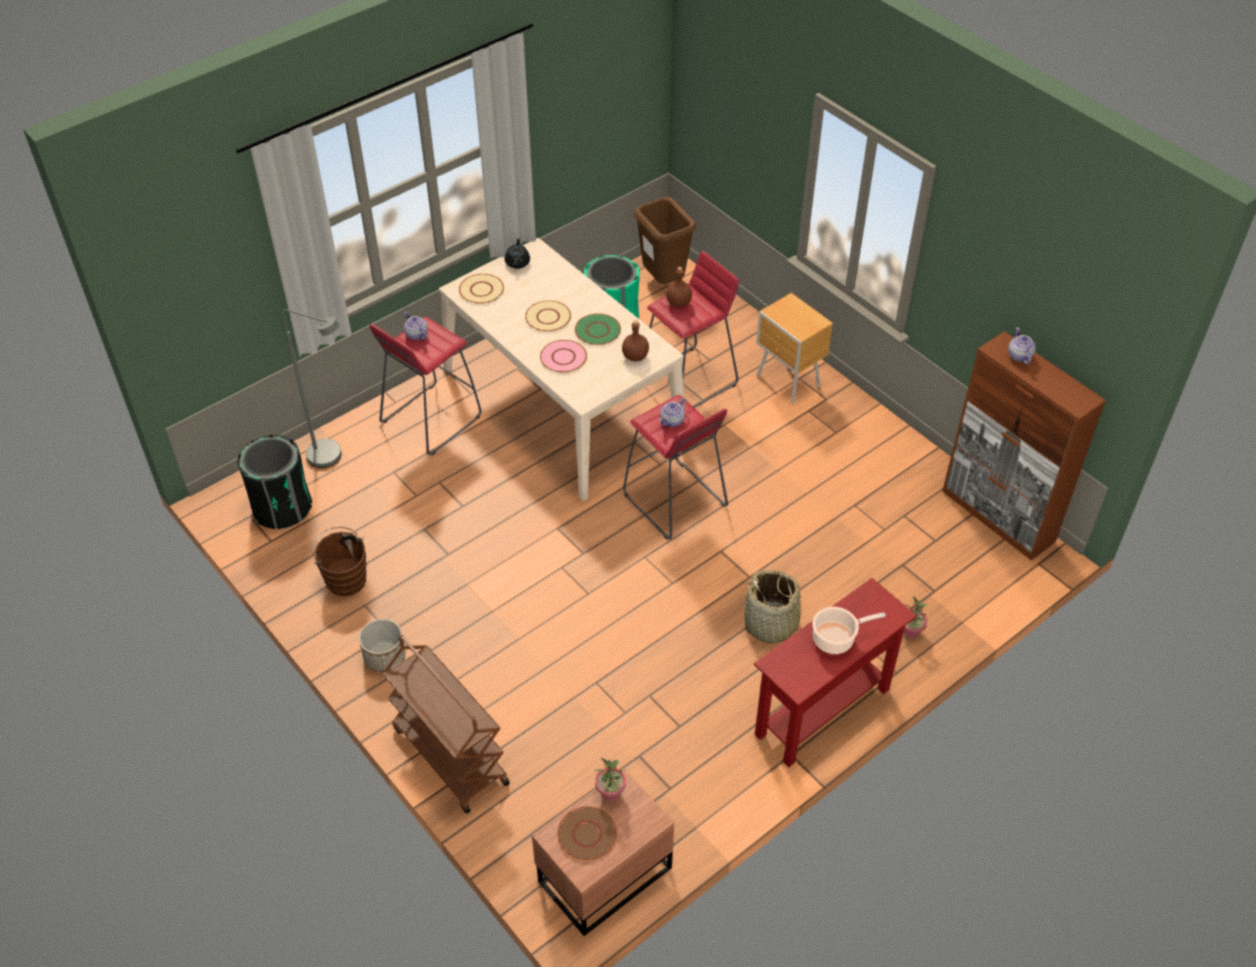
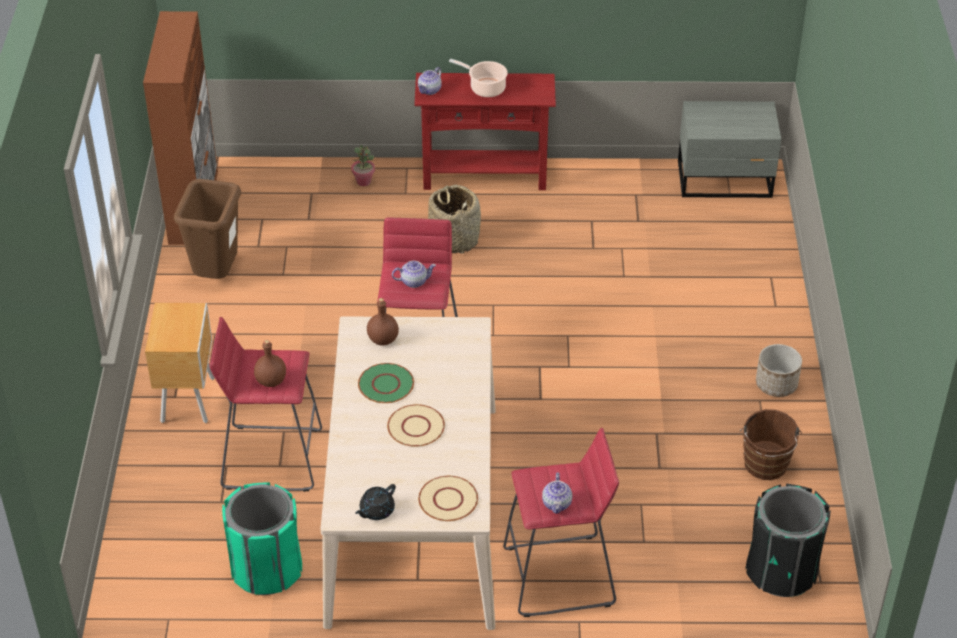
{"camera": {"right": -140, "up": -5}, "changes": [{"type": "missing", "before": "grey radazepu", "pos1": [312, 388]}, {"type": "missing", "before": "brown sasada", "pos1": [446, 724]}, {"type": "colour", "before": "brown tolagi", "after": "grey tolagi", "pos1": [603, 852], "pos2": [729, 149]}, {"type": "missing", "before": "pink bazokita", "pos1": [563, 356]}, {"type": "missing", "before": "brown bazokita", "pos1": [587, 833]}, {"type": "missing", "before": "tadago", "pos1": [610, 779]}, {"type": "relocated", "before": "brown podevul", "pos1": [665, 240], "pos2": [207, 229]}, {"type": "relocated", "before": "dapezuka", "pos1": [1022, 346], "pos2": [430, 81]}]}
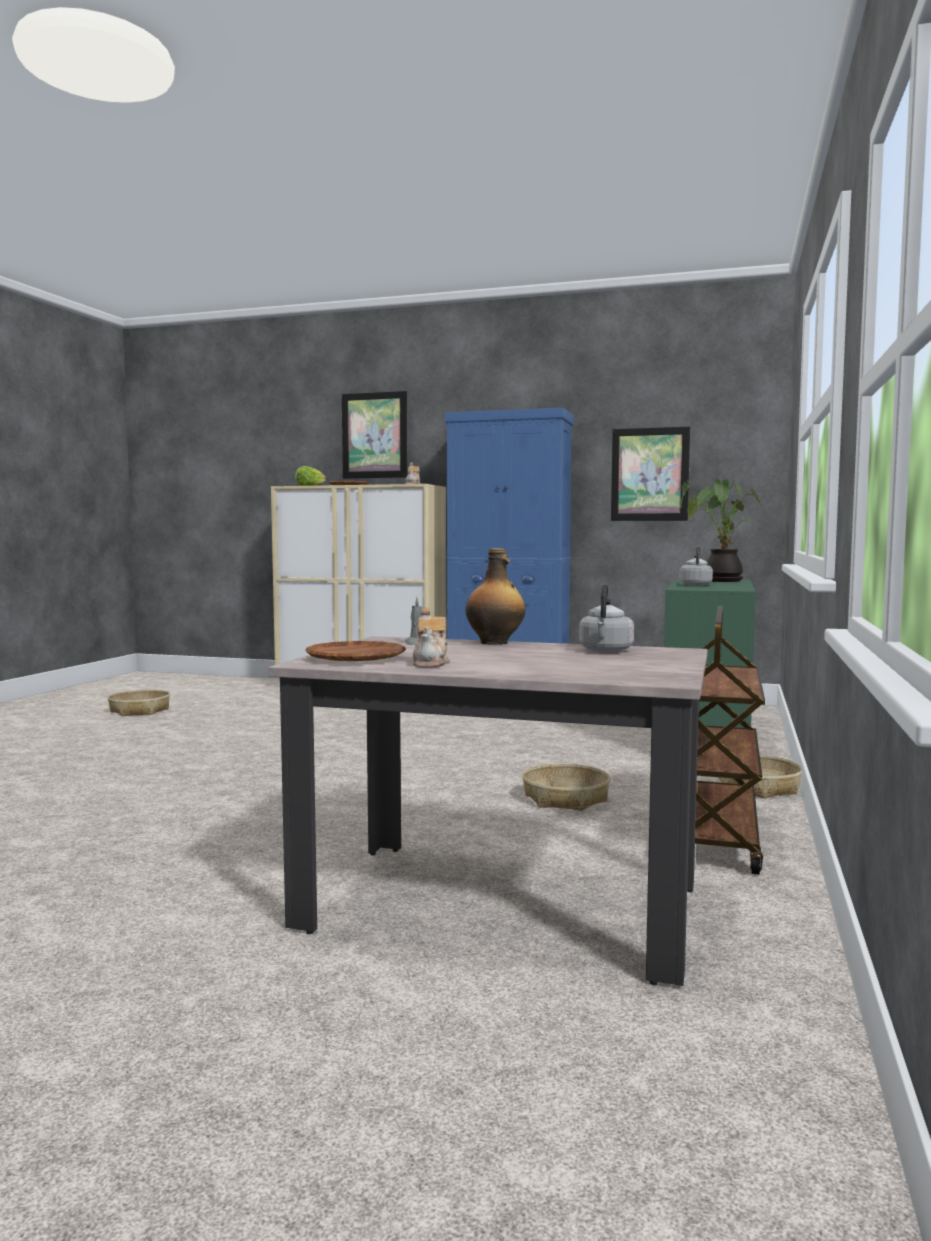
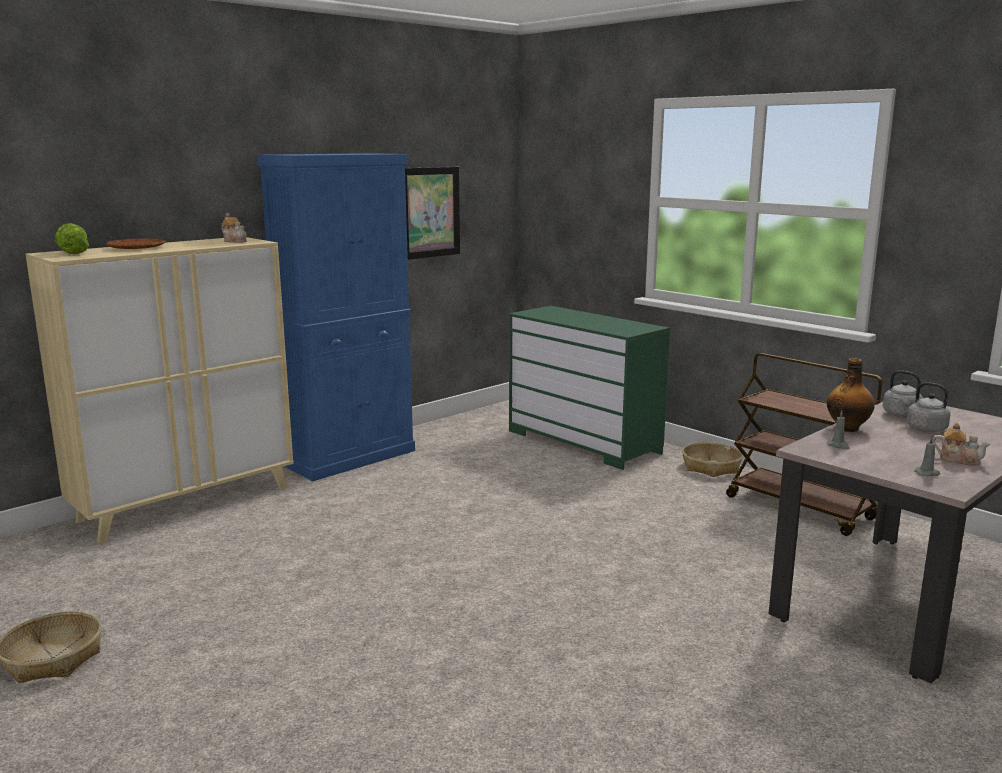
{"camera": {"right": -60, "up": 10}, "changes": [{"type": "exchanged", "before": "brown bazokita", "after": "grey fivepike", "pos1": [355, 651], "pos2": [927, 455]}, {"type": "missing", "before": "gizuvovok", "pos1": [375, 435]}, {"type": "missing", "before": "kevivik", "pos1": [566, 787]}, {"type": "missing", "before": "tadago", "pos1": [720, 530]}, {"type": "relocated", "before": "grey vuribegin", "pos1": [696, 566], "pos2": [925, 407]}]}
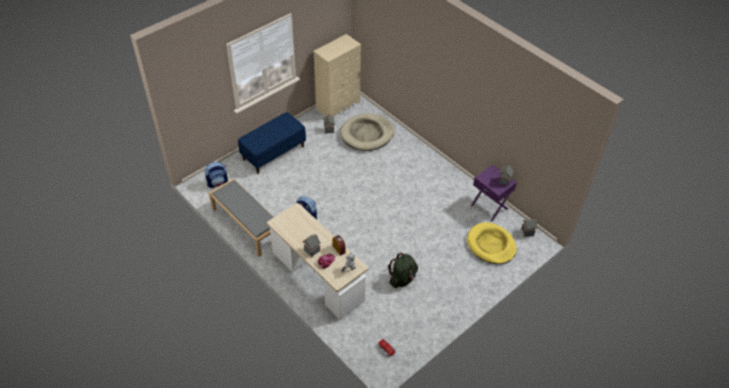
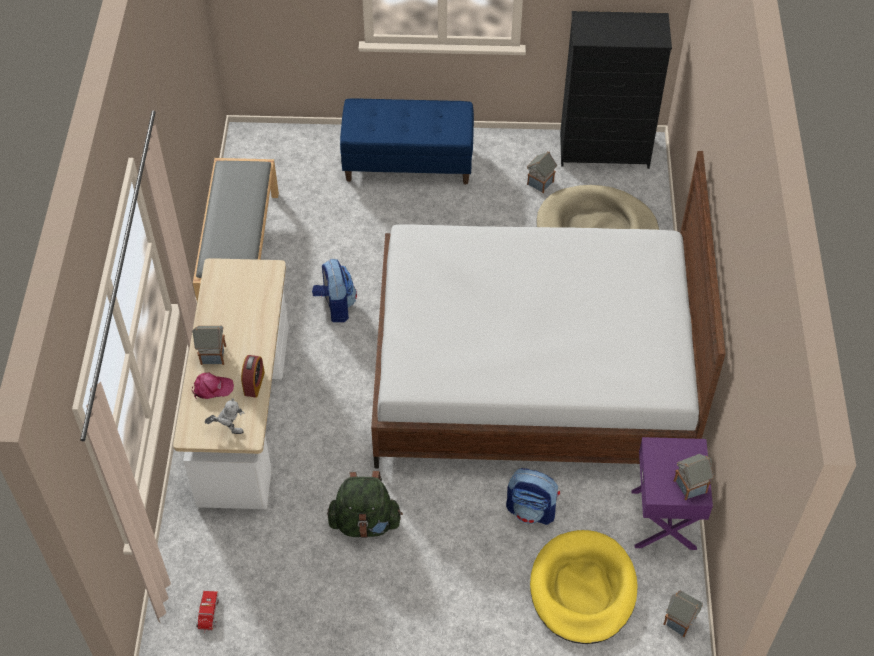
{"camera": {"right": 45, "up": 5}, "changes": [{"type": "relocated", "before": "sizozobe", "pos1": [216, 175], "pos2": [533, 496]}, {"type": "colour", "before": "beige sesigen", "after": "black sesigen", "pos1": [337, 75], "pos2": [616, 90]}, {"type": "appeared", "after": "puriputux", "pos2": [548, 309]}]}
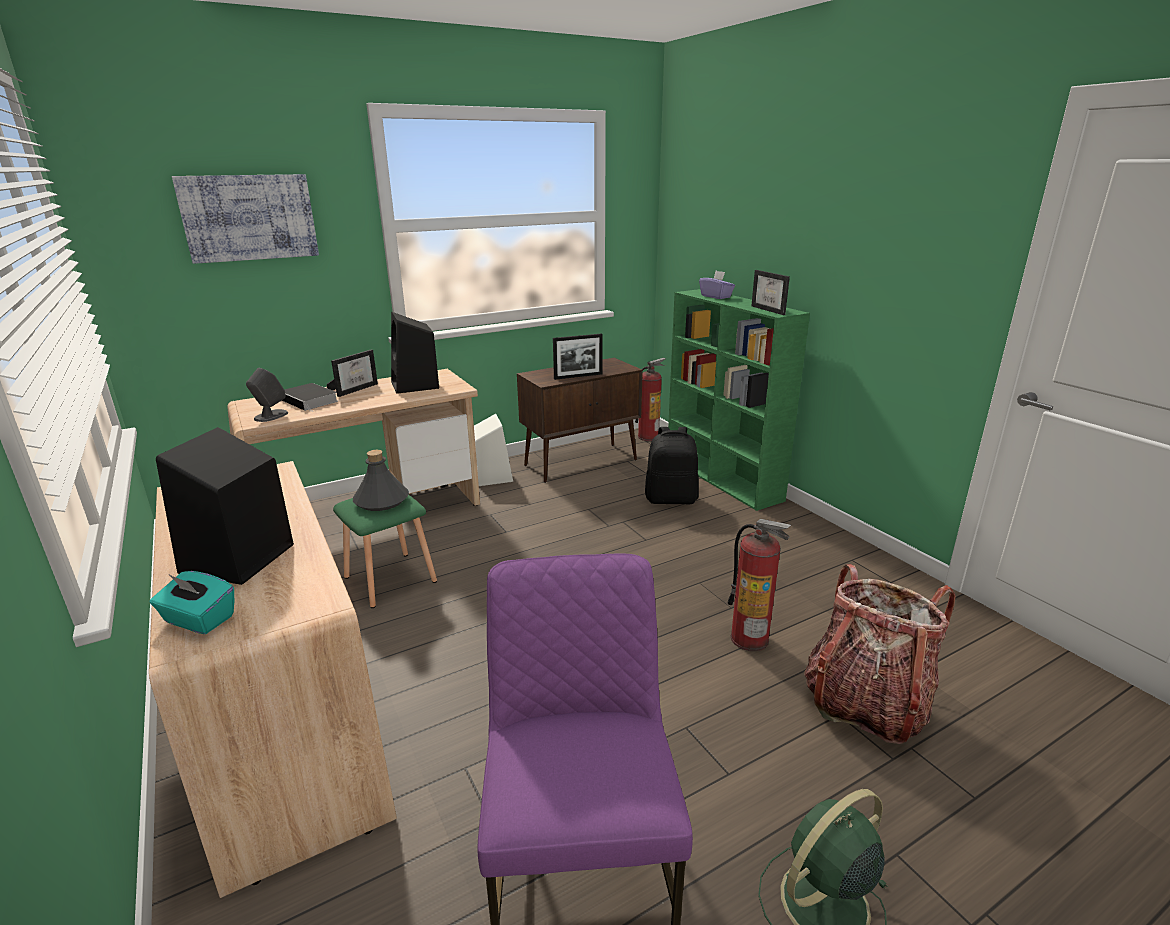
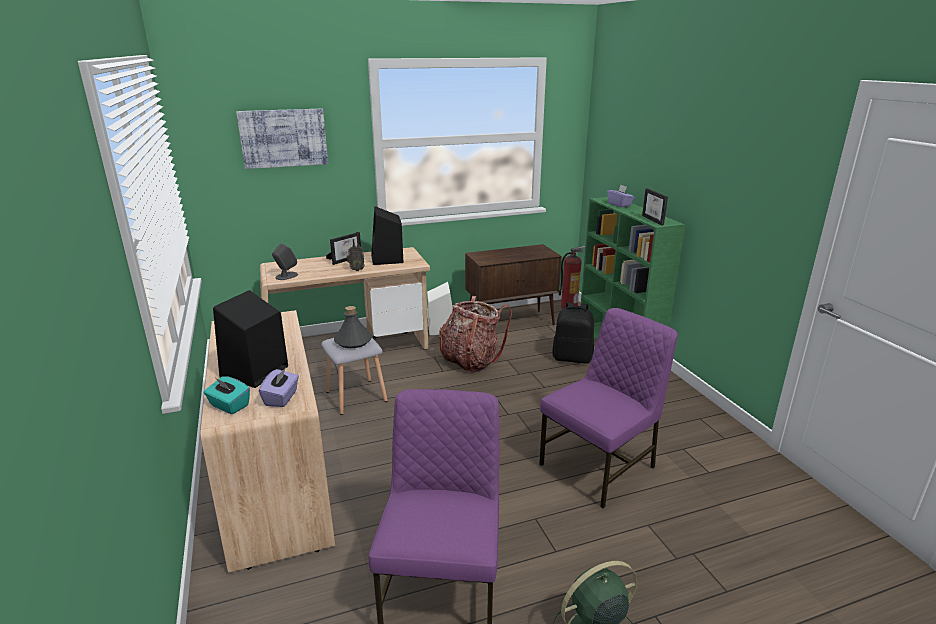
{"camera": {"right": 10, "up": 0}, "changes": [{"type": "missing", "before": "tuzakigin", "pos1": [310, 397]}, {"type": "colour", "before": "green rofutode", "after": "grey rofutode", "pos1": [385, 551], "pos2": [354, 376]}, {"type": "missing", "before": "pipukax", "pos1": [578, 356]}, {"type": "exchanged", "before": "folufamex", "after": "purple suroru", "pos1": [759, 585], "pos2": [608, 408]}, {"type": "relocated", "before": "sizozobe", "pos1": [879, 654], "pos2": [475, 334]}, {"type": "appeared", "after": "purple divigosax", "pos2": [279, 387]}, {"type": "appeared", "after": "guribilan", "pos2": [356, 251]}]}
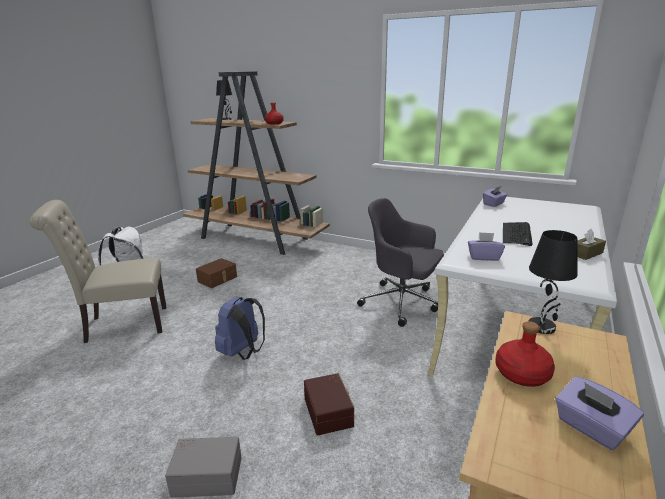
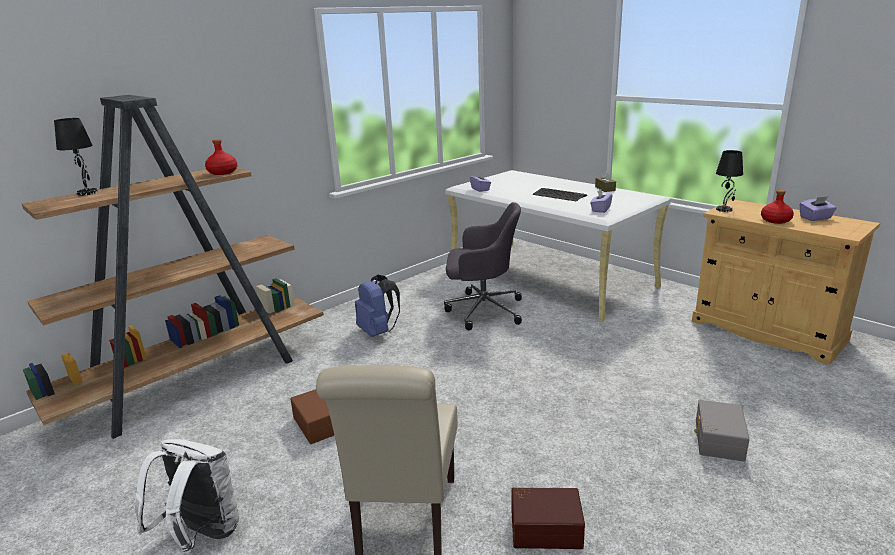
{"camera": {"right": -70, "up": 0}, "changes": [{"type": "relocated", "before": "blue sizozobe", "pos1": [240, 328], "pos2": [377, 306]}, {"type": "relocated", "before": "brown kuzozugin", "pos1": [329, 404], "pos2": [548, 518]}, {"type": "spun", "before": "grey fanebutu", "pos1": [400, 262], "pos2": [483, 266], "turn": -135}]}
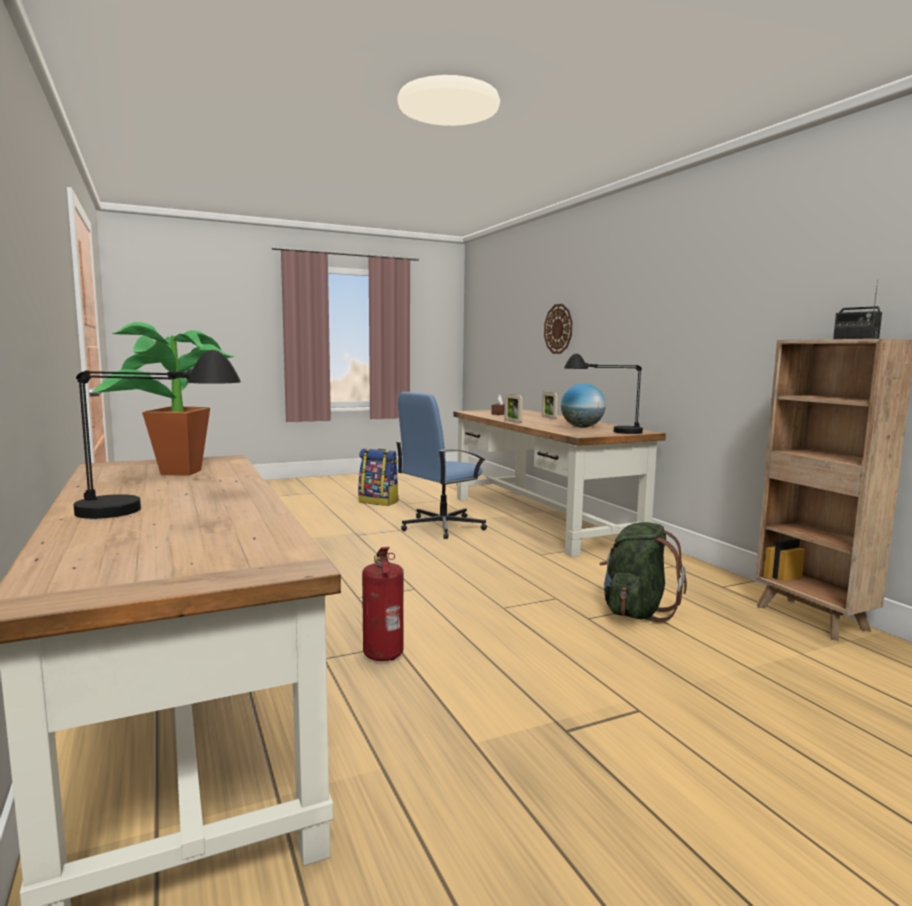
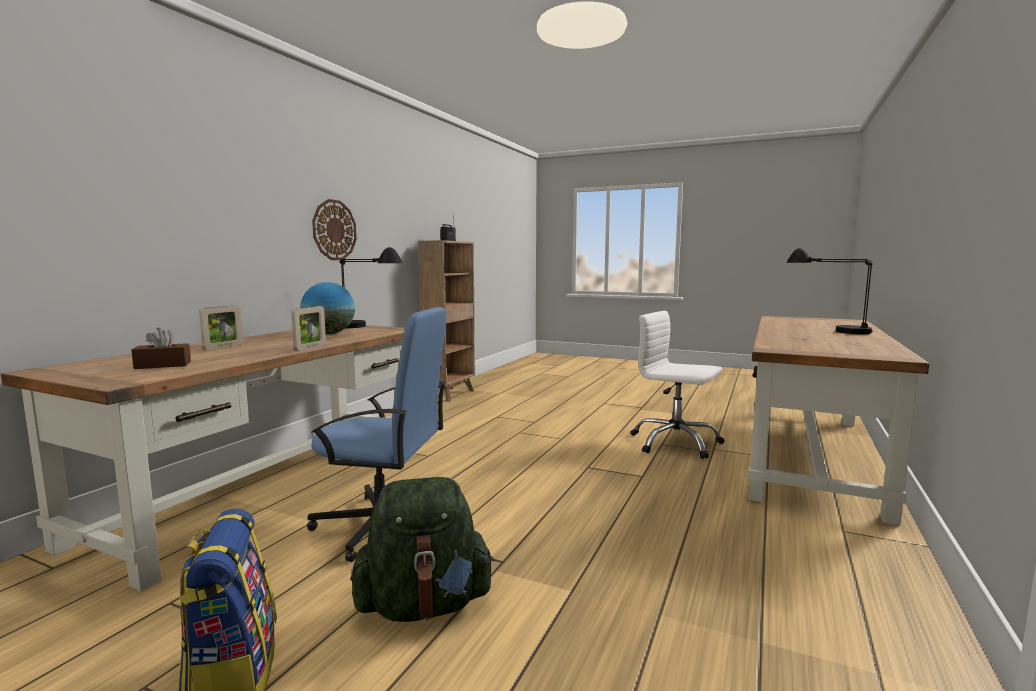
{"camera": {"right": -130, "up": 0}, "changes": [{"type": "missing", "before": "tadago", "pos1": [163, 399]}, {"type": "exchanged", "before": "folufamex", "after": "white fanebutu", "pos1": [383, 604], "pos2": [678, 385]}, {"type": "relocated", "before": "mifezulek", "pos1": [558, 329], "pos2": [334, 229]}, {"type": "relocated", "before": "green sizozobe", "pos1": [643, 572], "pos2": [423, 549]}]}
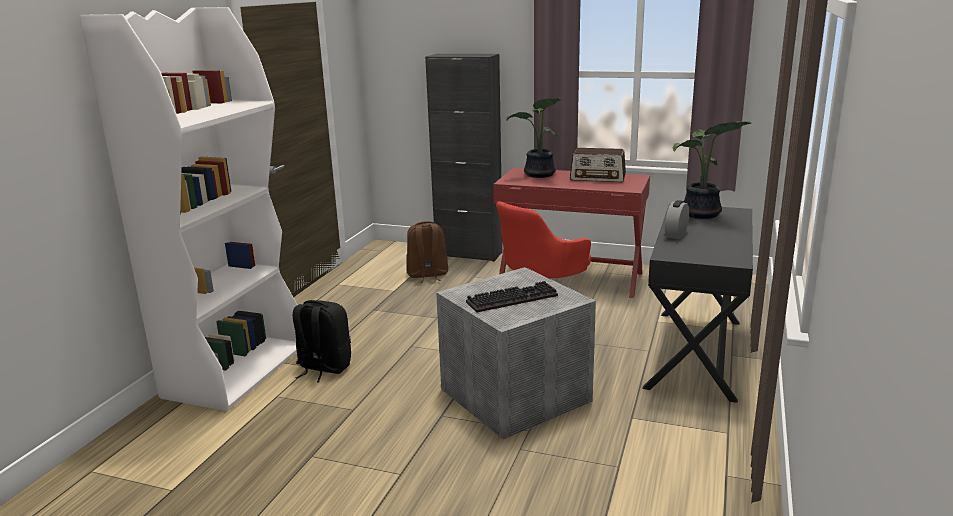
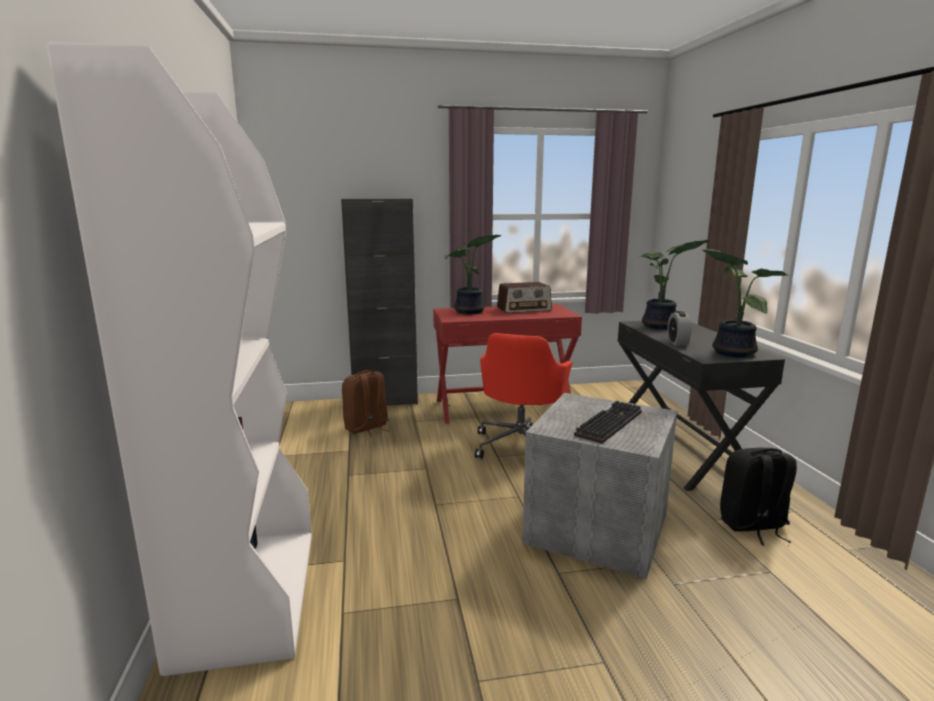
{"camera": {"right": -30, "up": -5}, "changes": [{"type": "relocated", "before": "black sizozobe", "pos1": [322, 341], "pos2": [758, 496]}, {"type": "appeared", "after": "tadago", "pos2": [744, 303]}]}
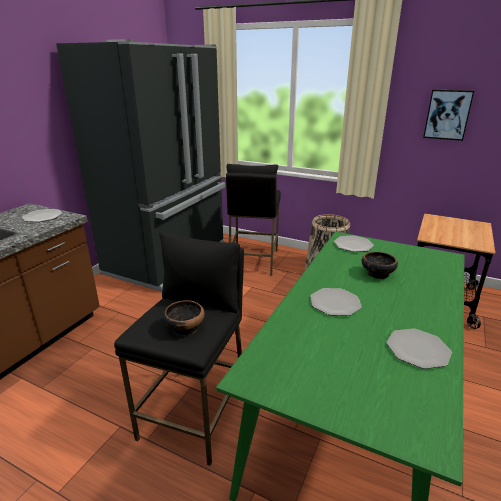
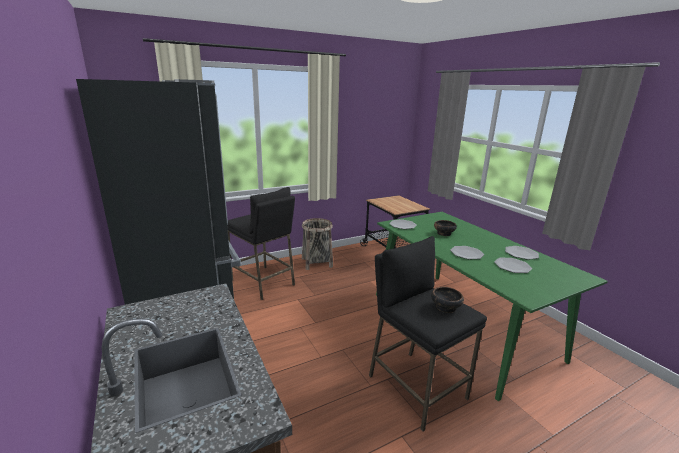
{"camera": {"right": -55, "up": -5}, "changes": [{"type": "relocated", "before": "bazokita", "pos1": [42, 215], "pos2": [513, 265]}, {"type": "missing", "before": "gizuvovok", "pos1": [448, 115]}]}
